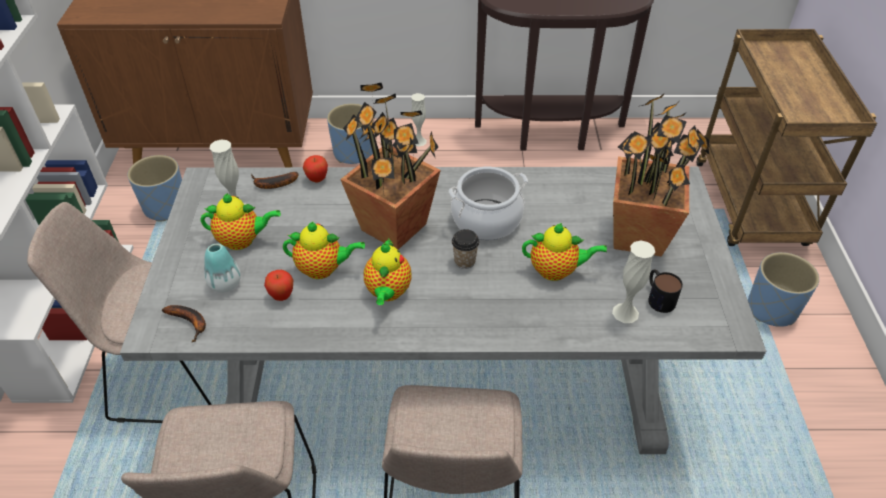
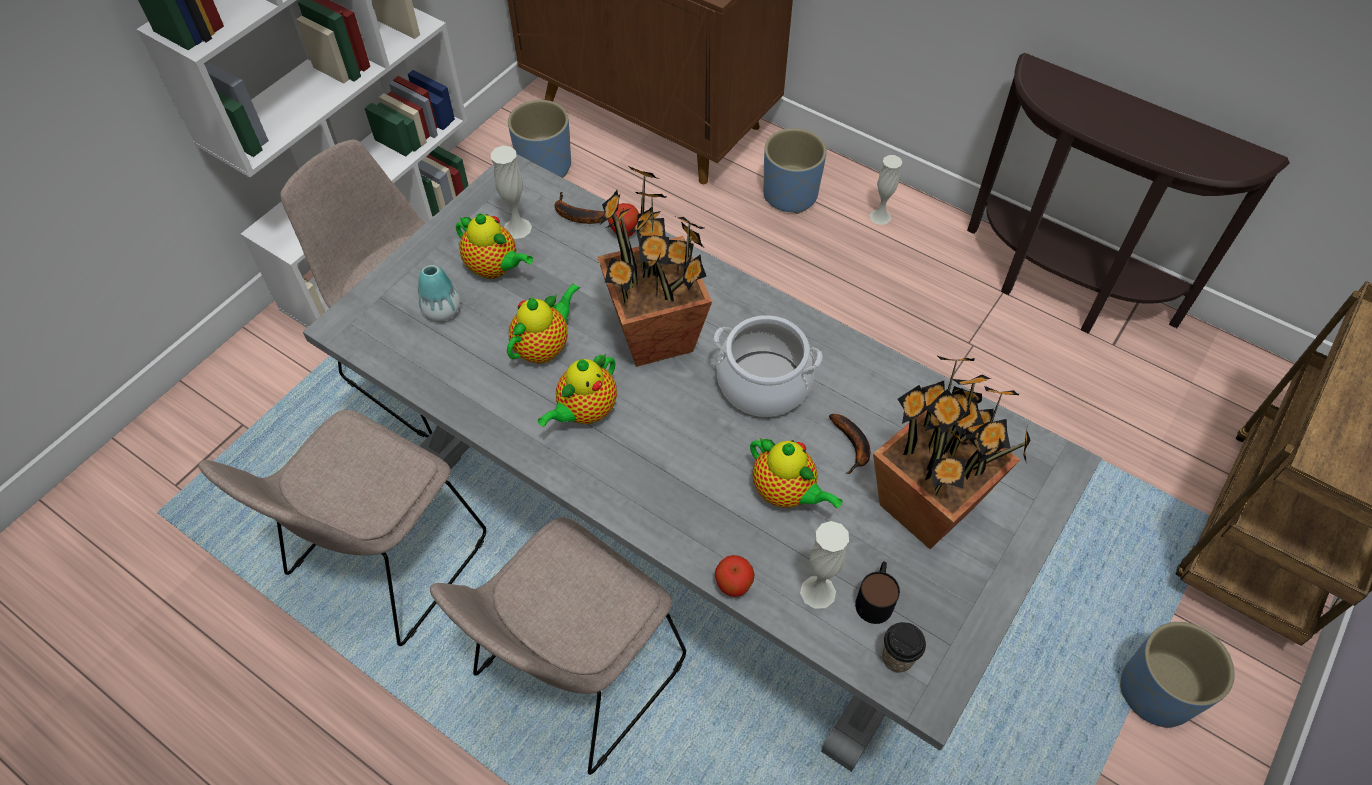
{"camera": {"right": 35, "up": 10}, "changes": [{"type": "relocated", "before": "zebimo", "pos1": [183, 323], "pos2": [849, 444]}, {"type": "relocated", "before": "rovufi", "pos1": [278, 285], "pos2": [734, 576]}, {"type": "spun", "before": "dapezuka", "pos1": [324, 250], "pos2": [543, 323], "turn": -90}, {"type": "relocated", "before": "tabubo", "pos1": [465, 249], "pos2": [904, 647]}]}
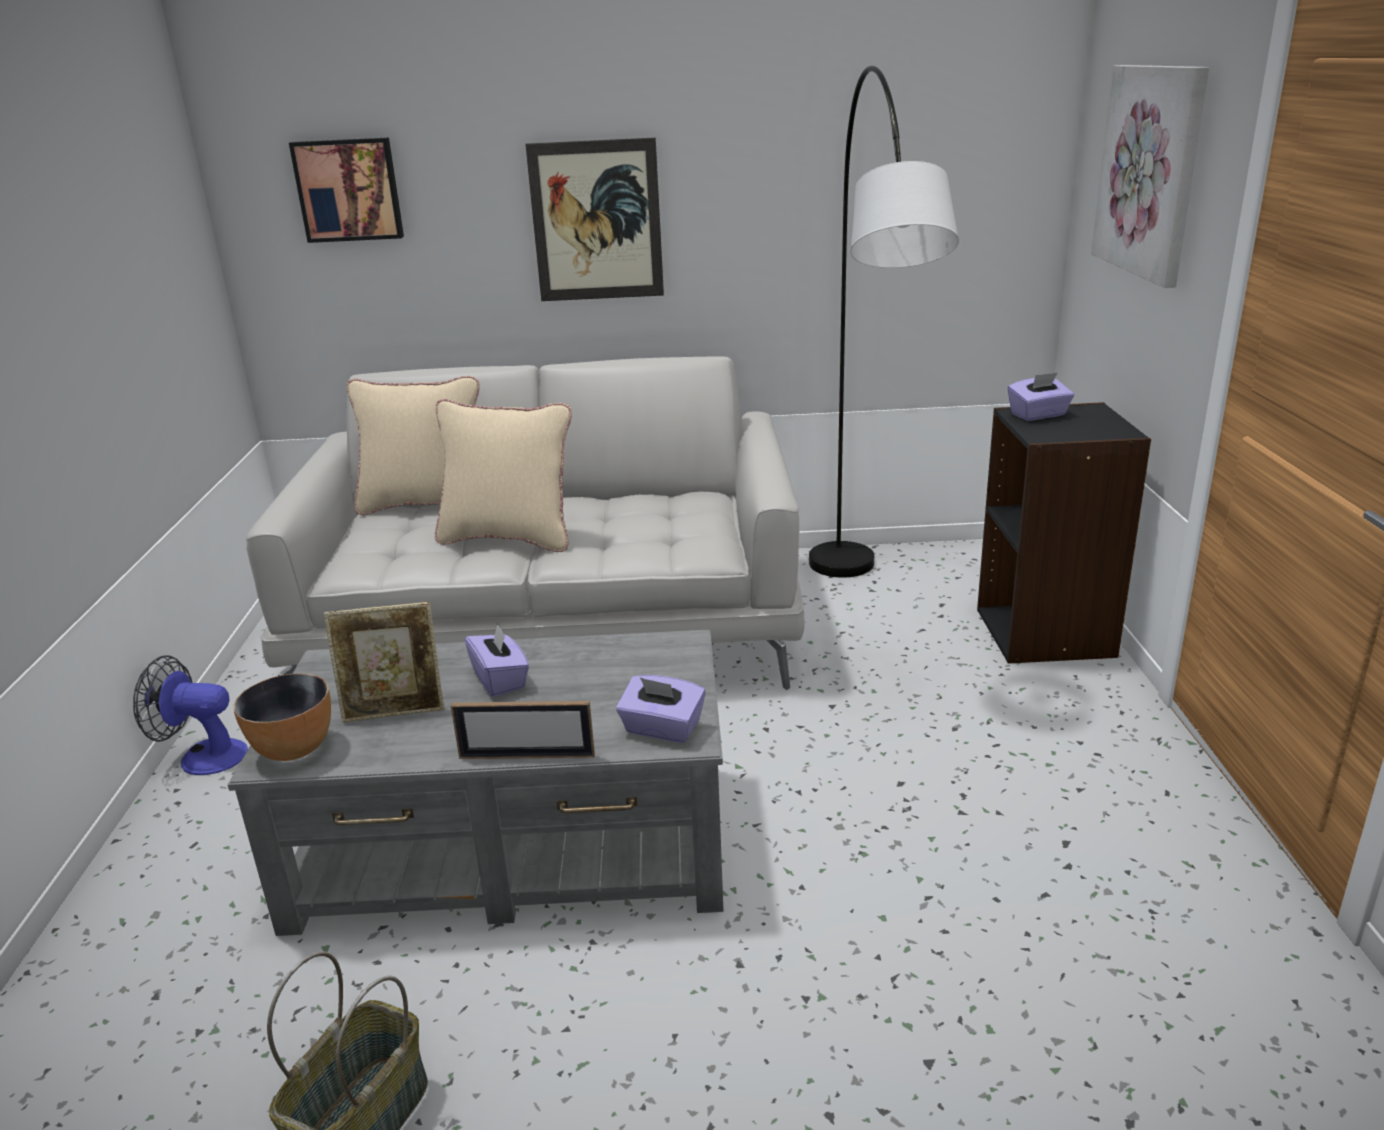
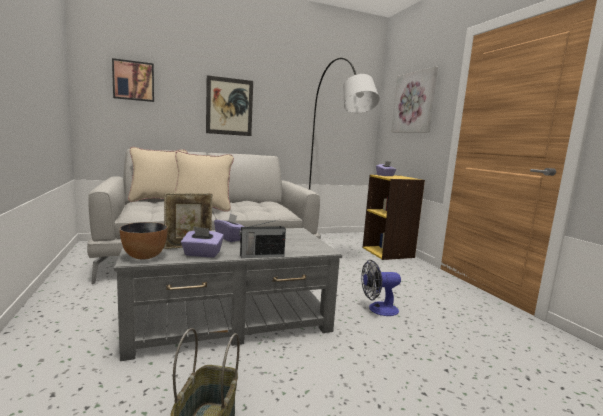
{"camera": {"right": -20, "up": -15}, "changes": [{"type": "relocated", "before": "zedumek", "pos1": [190, 715], "pos2": [381, 288]}, {"type": "exchanged", "before": "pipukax", "after": "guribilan", "pos1": [523, 730], "pos2": [262, 238]}, {"type": "relocated", "before": "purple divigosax", "pos1": [661, 709], "pos2": [202, 242]}, {"type": "colour", "before": "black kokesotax", "after": "yellow kokesotax", "pos1": [1064, 533], "pos2": [394, 217]}]}
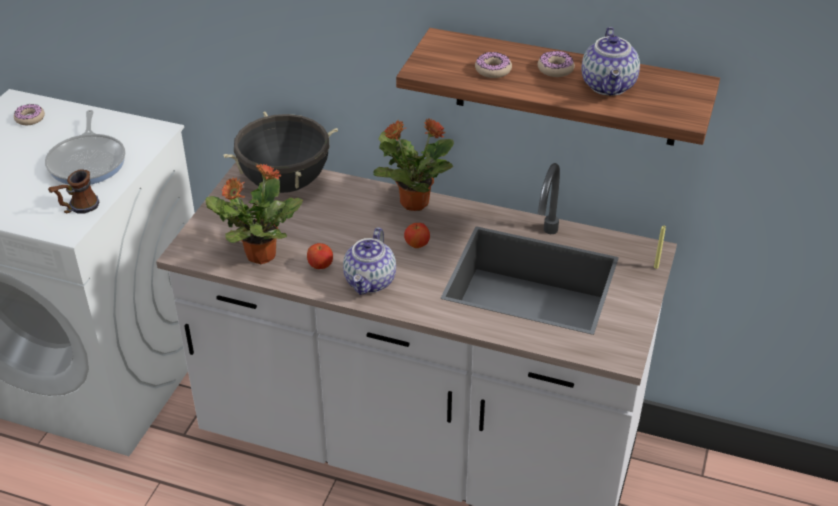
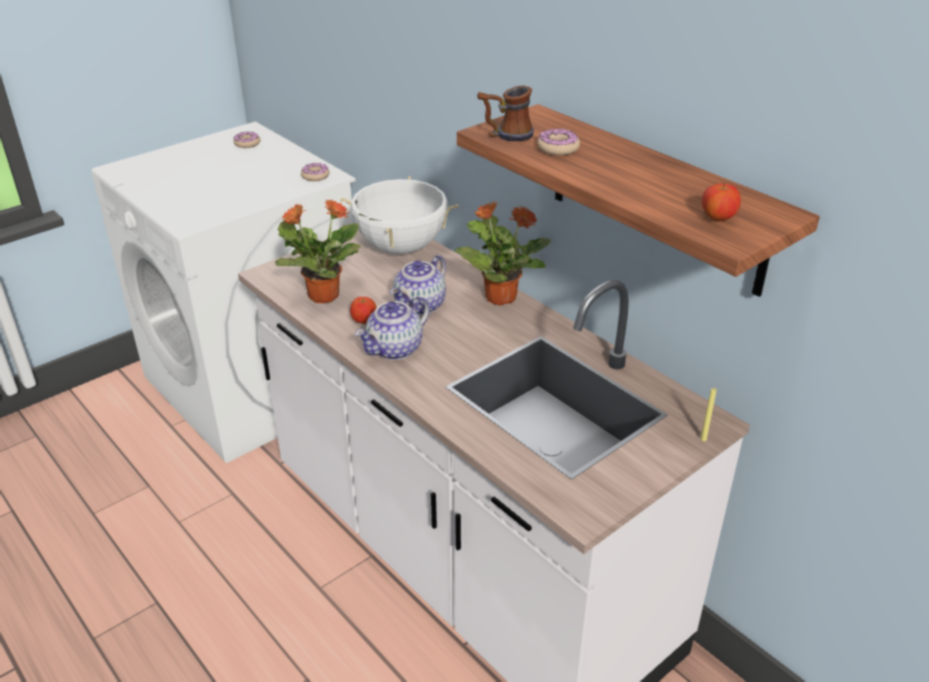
{"camera": {"right": 30, "up": -5}, "changes": [{"type": "missing", "before": "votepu", "pos1": [85, 147]}, {"type": "relocated", "before": "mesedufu", "pos1": [73, 191], "pos2": [505, 113]}, {"type": "colour", "before": "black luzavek", "after": "white luzavek", "pos1": [281, 152], "pos2": [400, 215]}, {"type": "relocated", "before": "rovufi", "pos1": [417, 235], "pos2": [721, 202]}, {"type": "relocated", "before": "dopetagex", "pos1": [556, 64], "pos2": [315, 172]}, {"type": "relocated", "before": "dapezuka", "pos1": [611, 61], "pos2": [418, 285]}]}
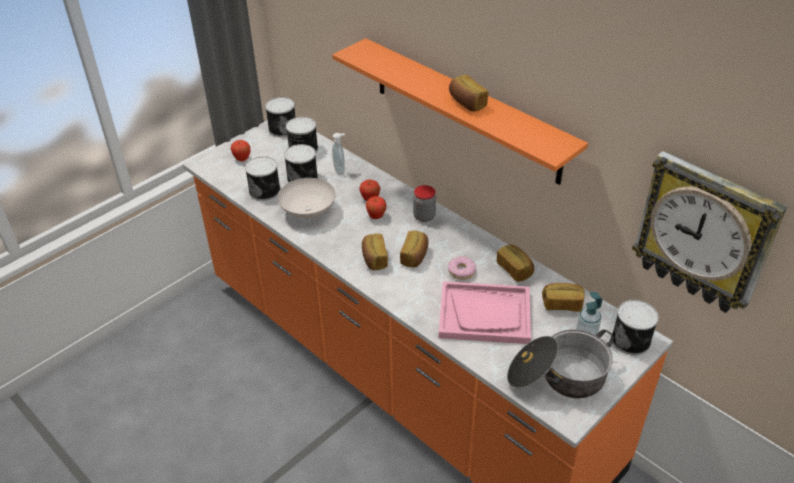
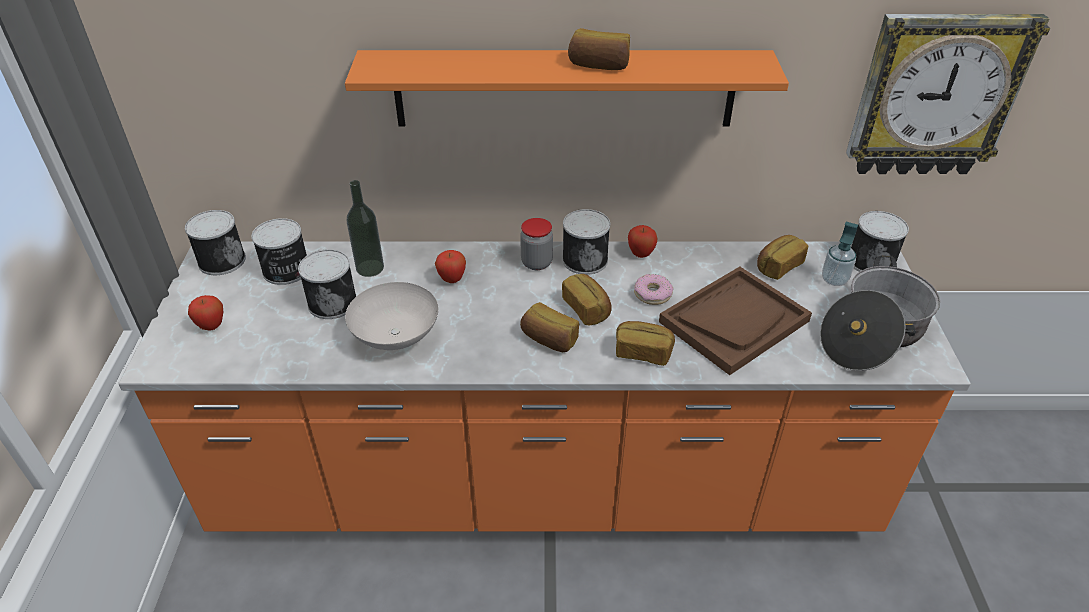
{"camera": {"right": -45, "up": 0}, "changes": [{"type": "relocated", "before": "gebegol", "pos1": [262, 178], "pos2": [586, 242]}, {"type": "exchanged", "before": "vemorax", "after": "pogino", "pos1": [338, 154], "pos2": [365, 228]}, {"type": "relocated", "before": "rovufi", "pos1": [376, 207], "pos2": [643, 241]}, {"type": "colour", "before": "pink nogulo", "after": "brown nogulo", "pos1": [485, 312], "pos2": [735, 321]}, {"type": "relocated", "before": "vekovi", "pos1": [515, 263], "pos2": [645, 343]}]}
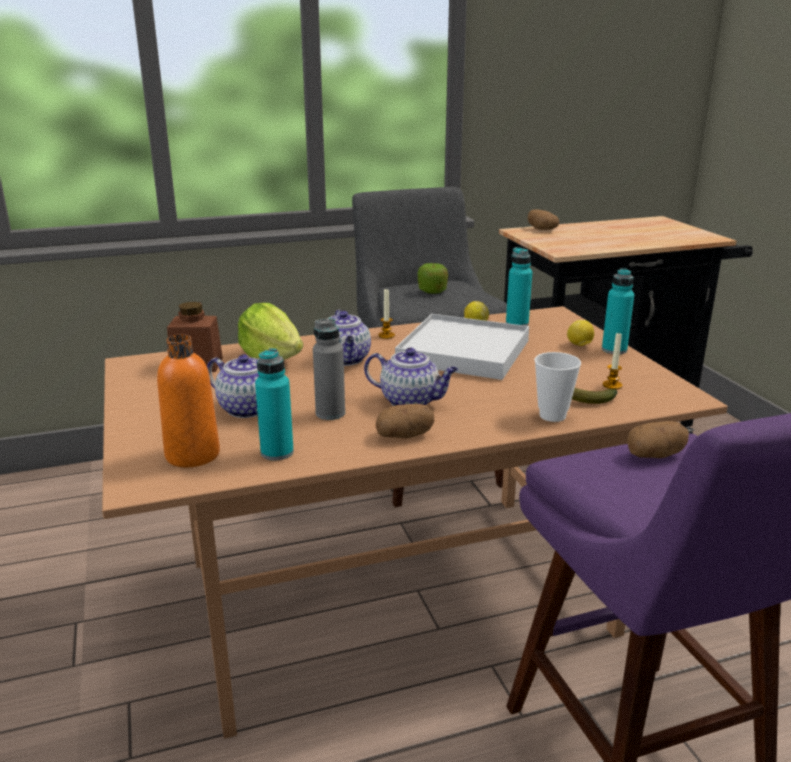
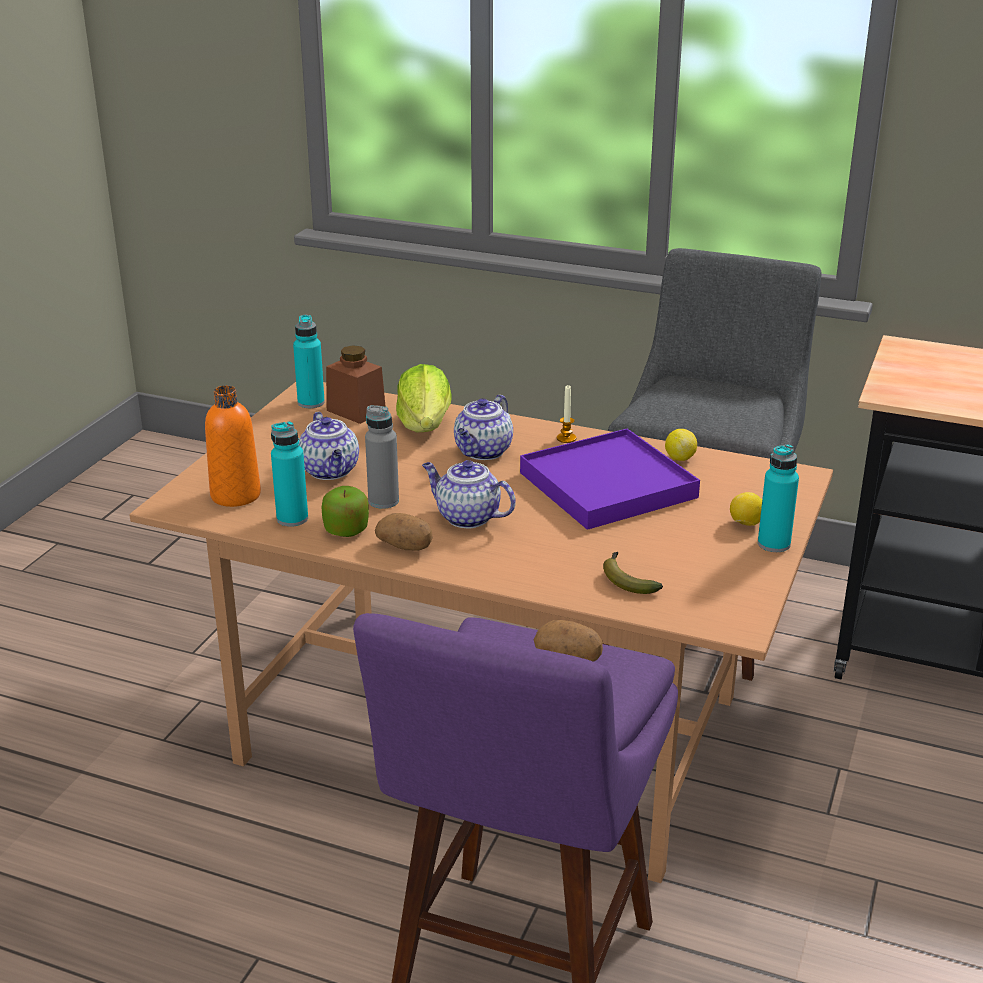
{"camera": {"right": 40, "up": 5}, "changes": [{"type": "spun", "before": "dapezuka", "pos1": [411, 377], "pos2": [469, 494], "turn": 150}, {"type": "colour", "before": "white nogulo", "after": "purple nogulo", "pos1": [462, 347], "pos2": [610, 479]}, {"type": "relocated", "before": "rovufi", "pos1": [433, 278], "pos2": [345, 511]}, {"type": "relocated", "before": "turquoise pogino", "pos1": [519, 286], "pos2": [309, 361]}, {"type": "missing", "before": "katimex", "pos1": [543, 219]}, {"type": "missing", "before": "tabubo", "pos1": [557, 387]}, {"type": "missing", "before": "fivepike", "pos1": [613, 361]}]}
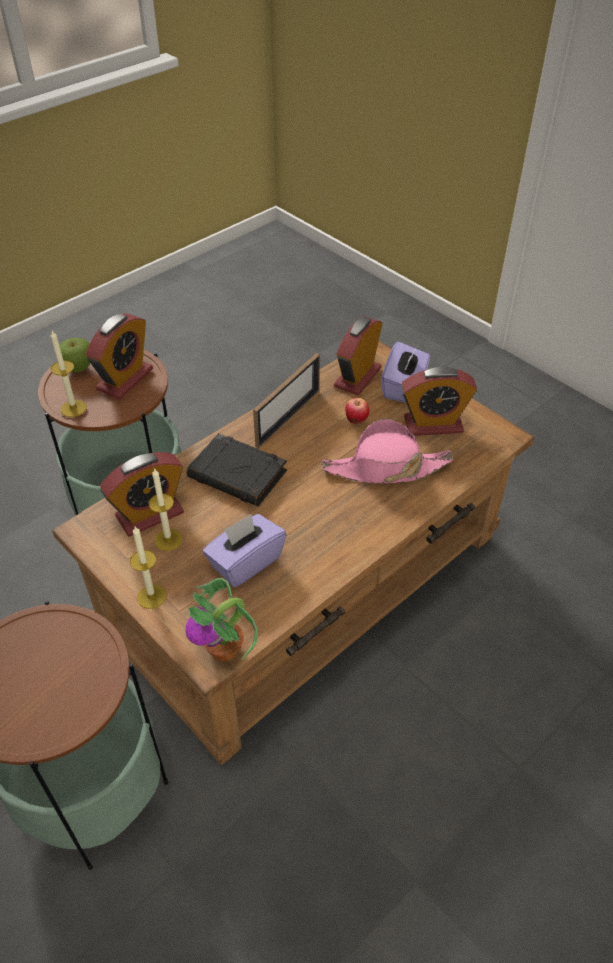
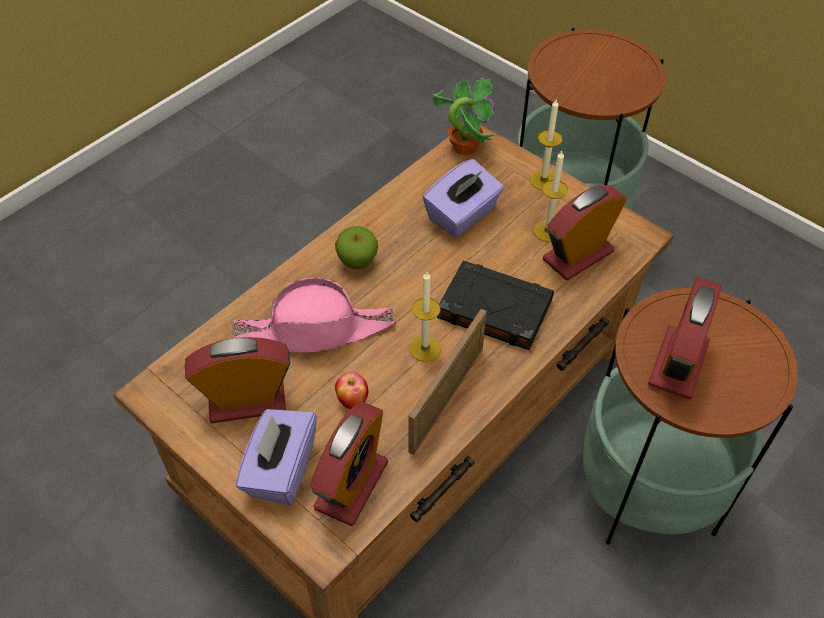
{"camera": {"right": 175, "up": 5}, "changes": [{"type": "relocated", "before": "fivepike", "pos1": [69, 374], "pos2": [425, 317]}, {"type": "relocated", "before": "rovufi", "pos1": [74, 355], "pos2": [356, 247]}]}
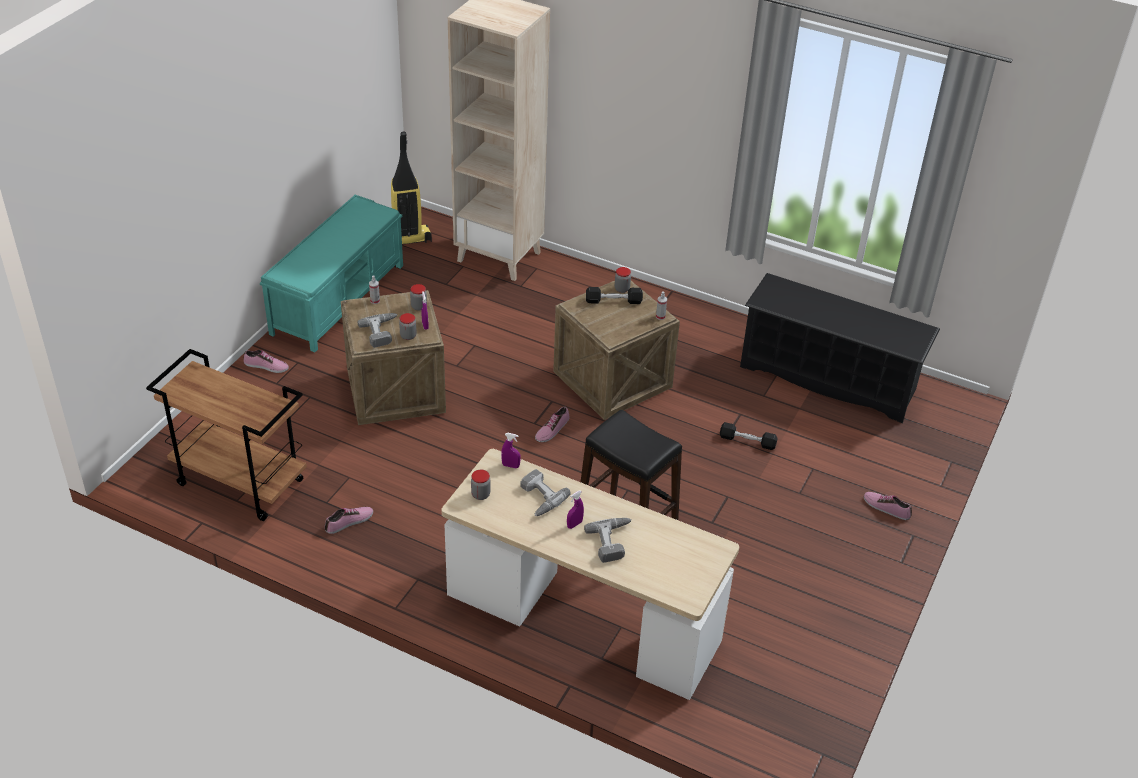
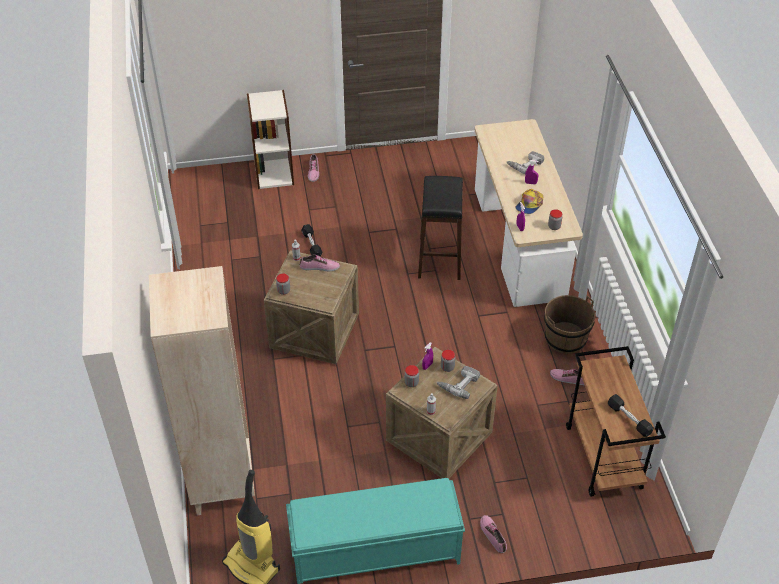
{"camera": {"right": -125, "up": 5}, "changes": [{"type": "exchanged", "before": "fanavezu", "after": "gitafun", "pos1": [545, 492], "pos2": [529, 201]}, {"type": "relocated", "before": "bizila", "pos1": [552, 424], "pos2": [320, 263]}, {"type": "relocated", "before": "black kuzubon", "pos1": [614, 295], "pos2": [630, 415]}, {"type": "missing", "before": "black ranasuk", "pos1": [840, 348]}, {"type": "appeared", "after": "kokesotax", "pos2": [270, 139]}, {"type": "appeared", "after": "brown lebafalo", "pos2": [569, 324]}]}
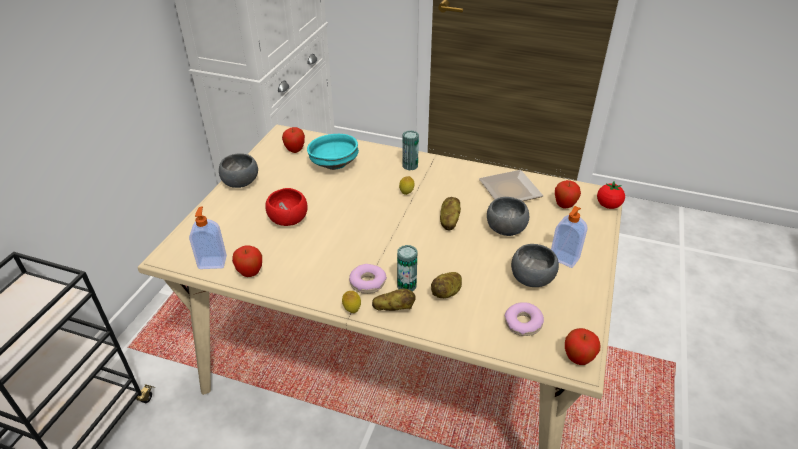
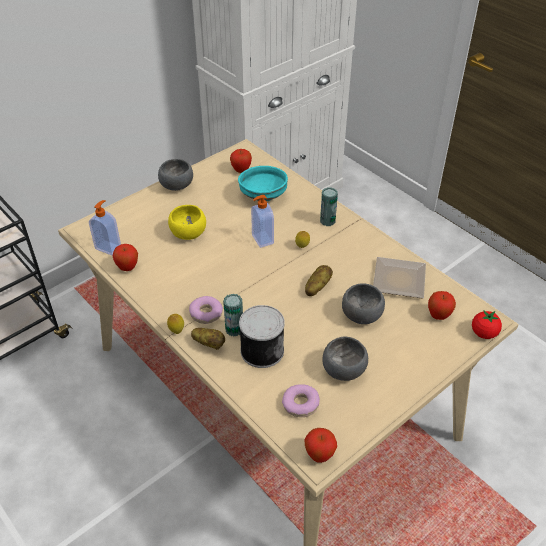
{"camera": {"right": 30, "up": 5}, "changes": [{"type": "colour", "before": "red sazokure", "after": "yellow sazokure", "pos1": [286, 207], "pos2": [187, 222]}, {"type": "exchanged", "before": "katimex", "after": "gebegol", "pos1": [446, 285], "pos2": [262, 336]}, {"type": "relocated", "before": "vemorax", "pos1": [569, 237], "pos2": [262, 221]}]}
